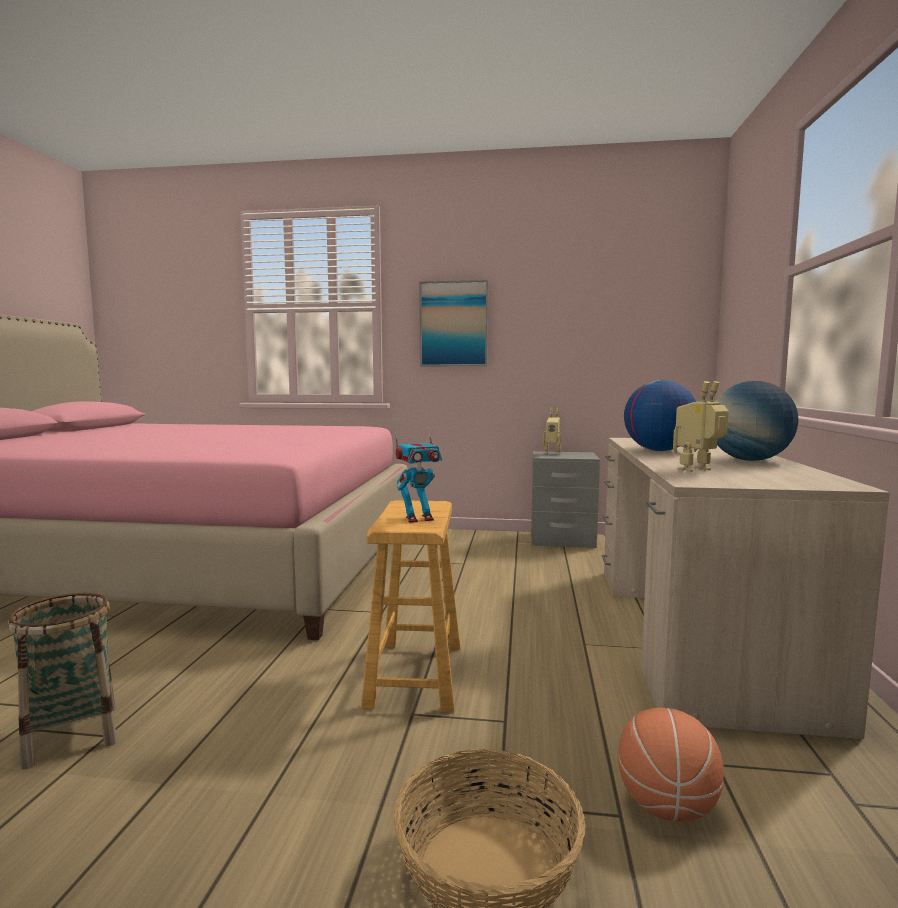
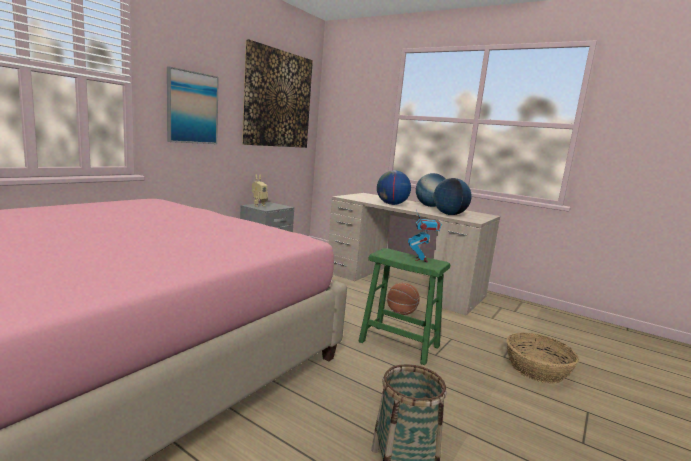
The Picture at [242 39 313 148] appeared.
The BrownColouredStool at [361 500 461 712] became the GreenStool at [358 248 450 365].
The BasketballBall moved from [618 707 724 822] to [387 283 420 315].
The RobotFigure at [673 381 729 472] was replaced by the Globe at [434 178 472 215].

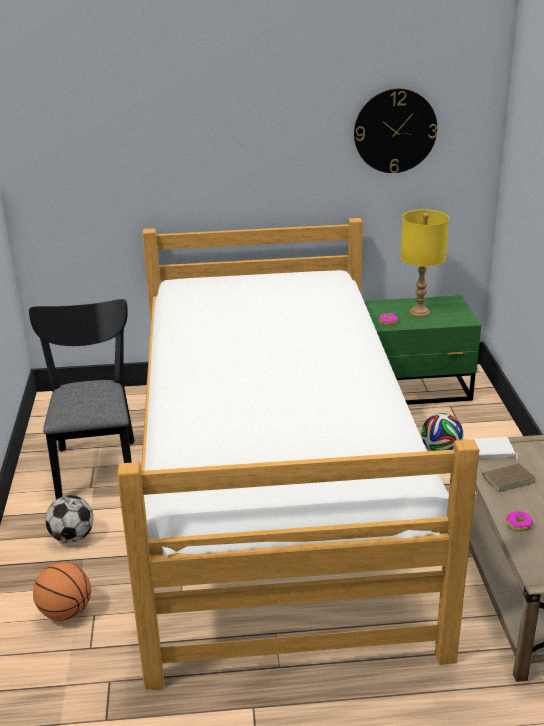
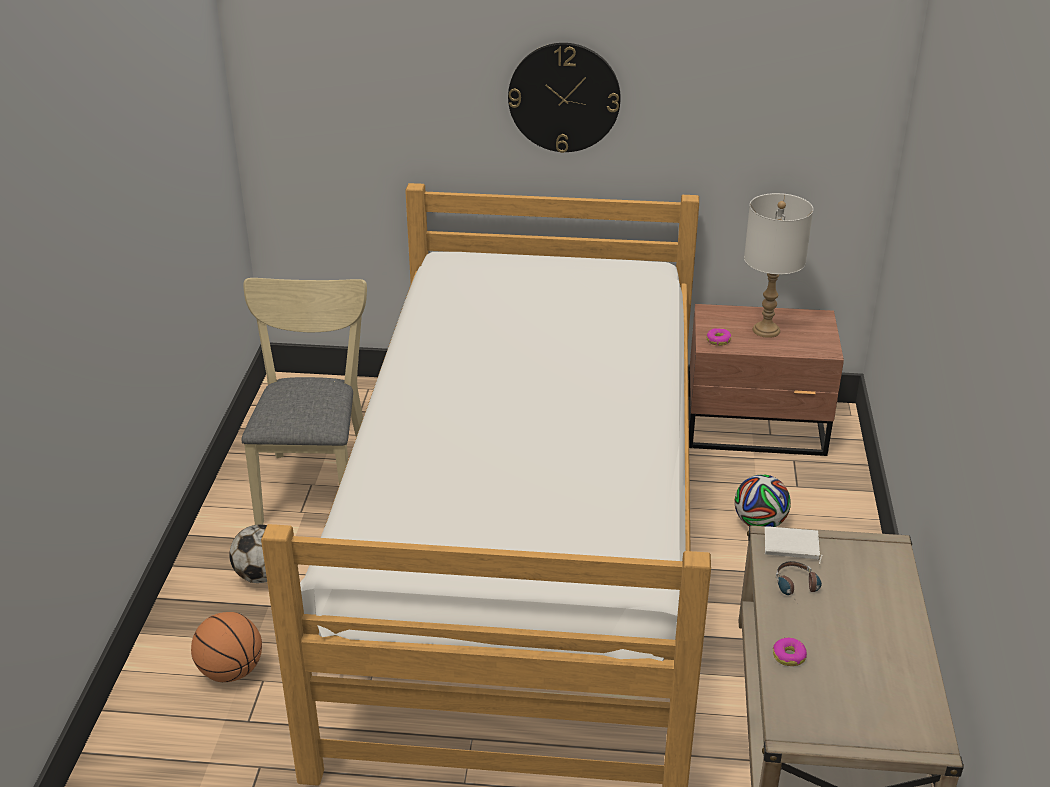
The BlackPlainChair at [29 299 135 500] became the SandColouredPlainChair at [241 278 367 525].
The ClockOnTheWall moved from [354 89 437 173] to [508 43 621 153].
The GreenNightTable at [364 295 481 405] became the BrownColouredNightTable at [688 304 844 456].
The YellowishTabletopLamp at [400 209 449 317] became the WhiteTabletopLamp at [744 193 813 338].
The BrownColouredBoundBook at [480 463 535 492] was replaced by the Headset at [776 561 822 606].

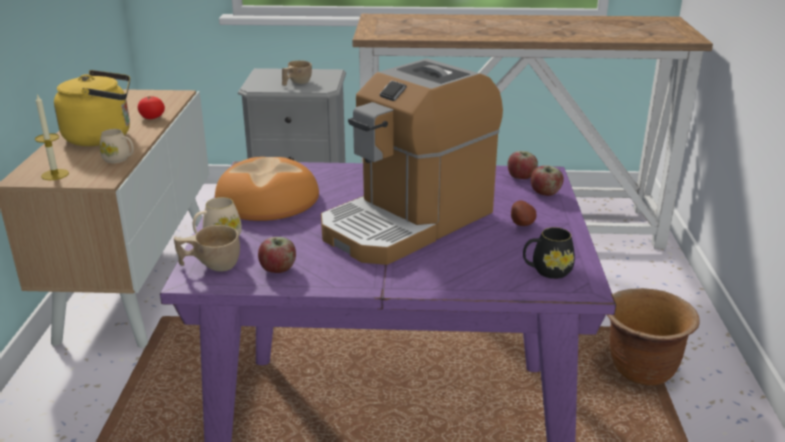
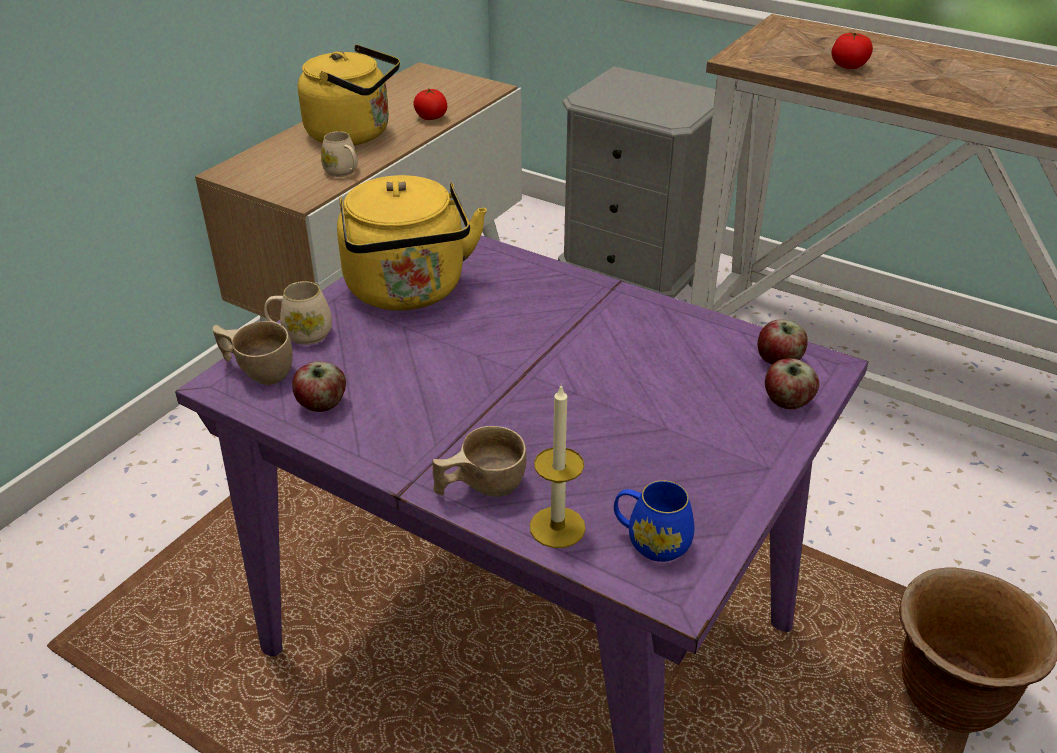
The Bread at [215 157 319 221] was replaced by the YellowishTeaKettle at [337 175 487 311].
The SandColouredSmallCup moved from [282 60 312 86] to [432 426 527 497].
The Candle moved from [35 94 69 180] to [530 386 586 548].
The BlackTeaMug at [523 227 575 279] became the BlueColouredTeaMug at [614 480 694 562].
The FreshTomato at [831 32 873 69] appeared.
The CoffeeMaker at [321 58 503 265] disappeared.
The WholePotato at [511 200 536 226] disappeared.

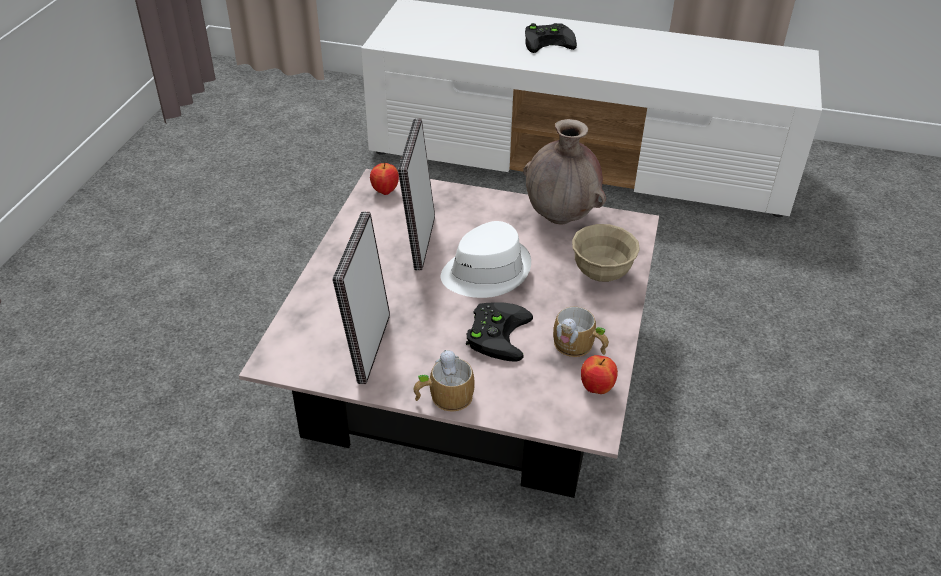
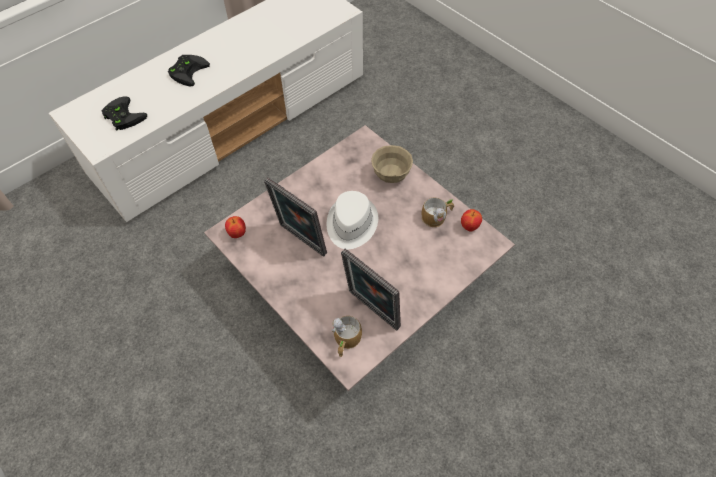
The BlackGameController moved from [466 302 533 361] to [102 97 147 130].
The TeaMug moved from [414 350 475 411] to [332 316 362 357].
The BrownColouredVase at [523 119 606 224] disappeared.

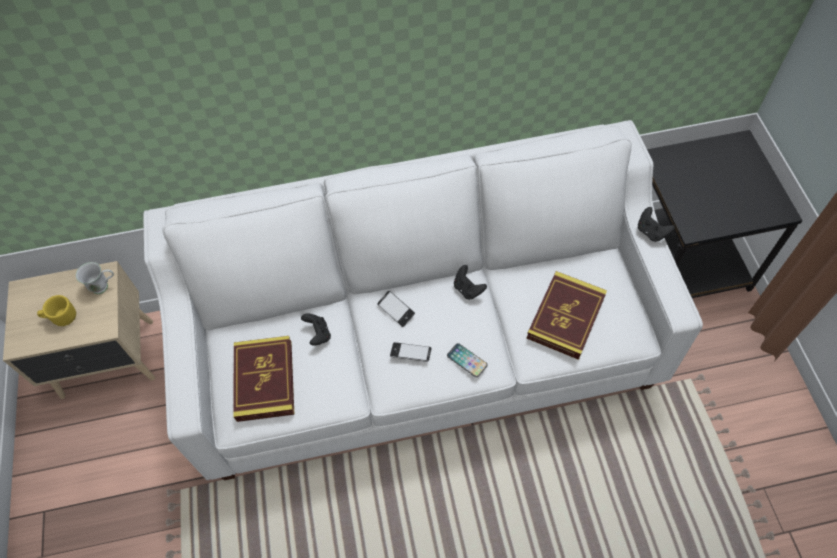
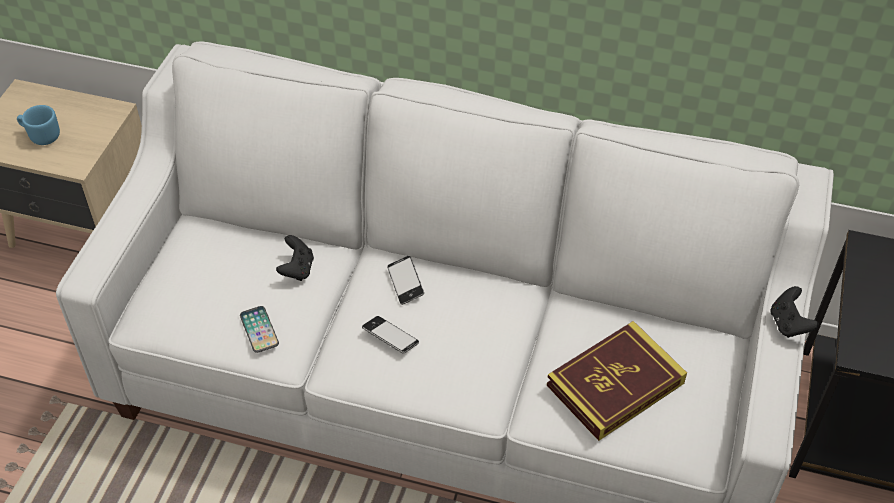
The YellowishTeaMug at [37 295 76 326] became the BlueColouredTeaMug at [17 105 60 145].
The Phone moved from [447 343 488 377] to [240 306 279 353].
The WhiteTeaMug at [76 262 114 294] disappeared.
The BoundBook at [234 336 294 422] disappeared.
The BlackGameController at [454 265 487 300] disappeared.

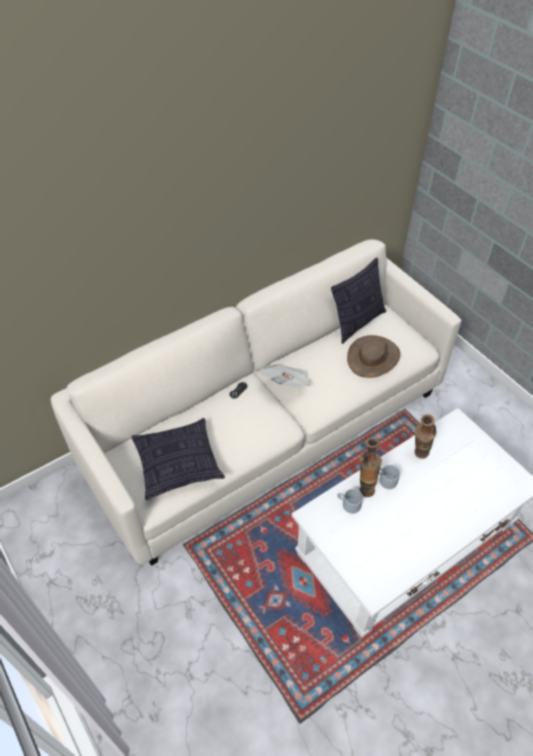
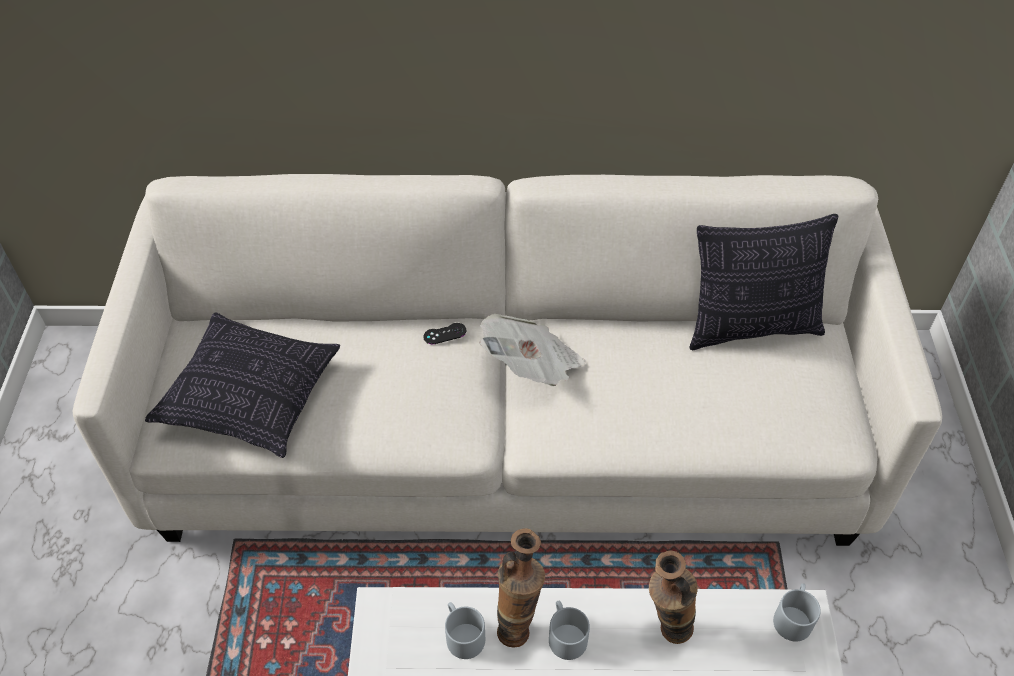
The GreyTeaMug at [773 583 821 642] appeared.
The BrownColouredClothingHat at [347 335 400 378] disappeared.

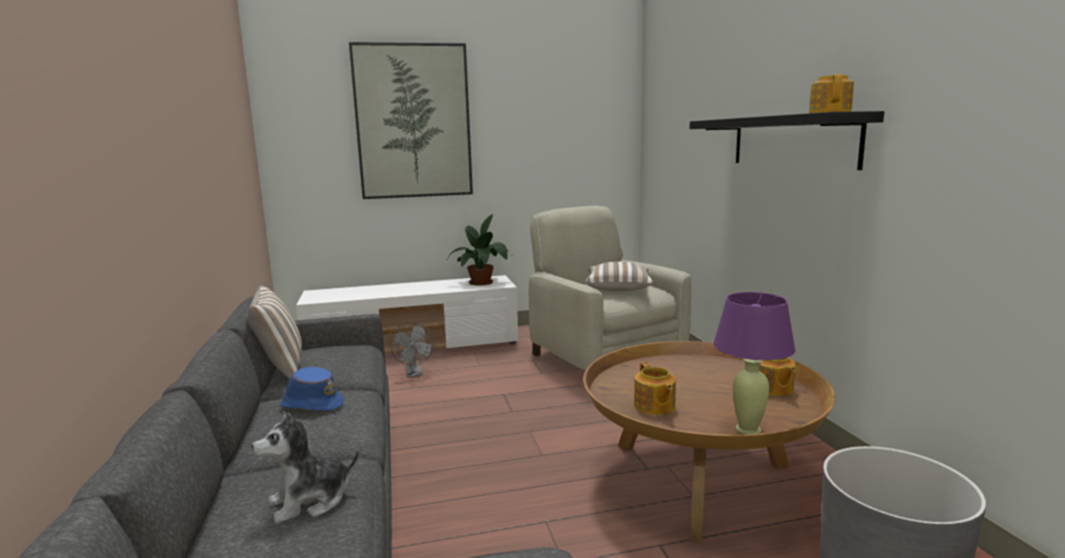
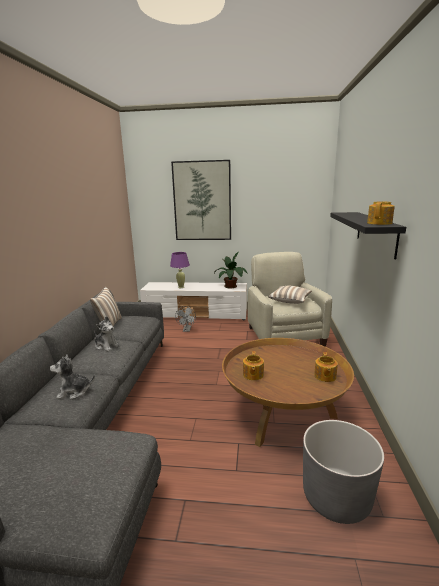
The BlueColouredClothingHat at [279 367 344 411] was replaced by the SoftToy at [94 316 120 352].
The PurplishTabletopLamp moved from [713 292 795 434] to [170 252 190 288].

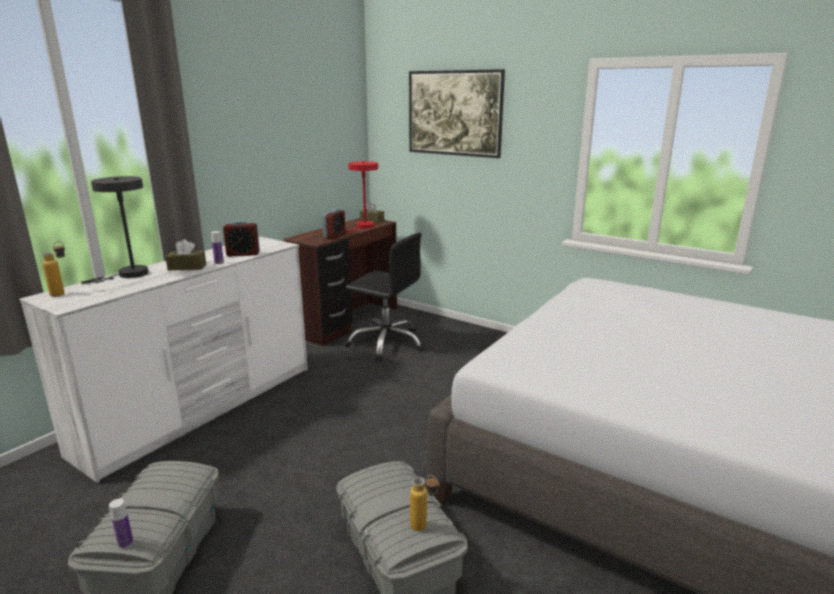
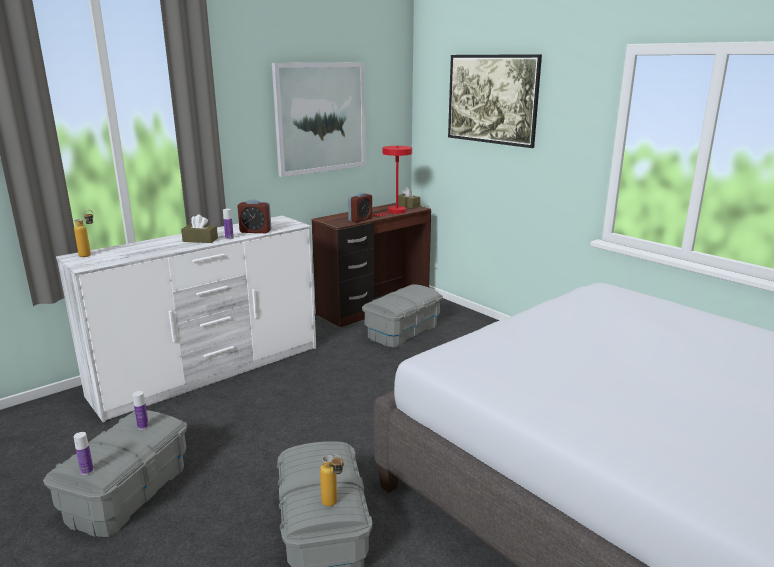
The Bottle at [132 391 149 430] appeared.
The Picture at [272 62 366 177] appeared.
The BlackComputerChair at [345 232 424 361] was replaced by the GreyStorageBox at [362 284 443 347].
The GreyTabletopLamp at [81 176 148 284] disappeared.

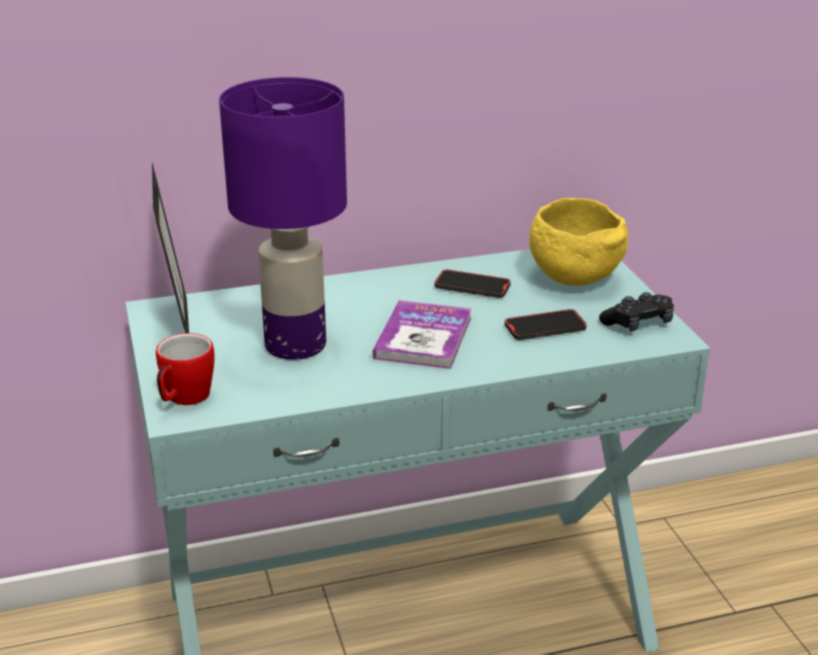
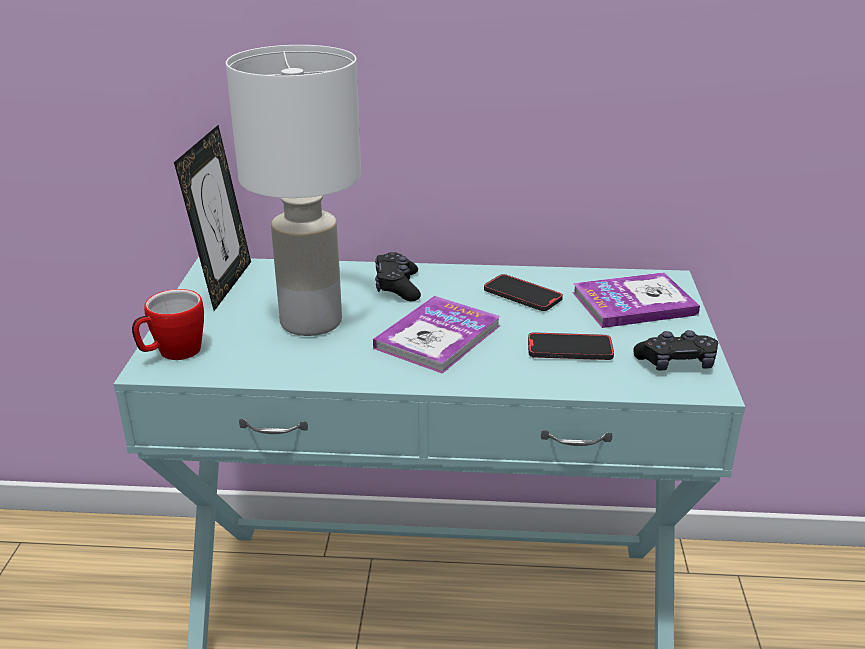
The PurplishTabletopLamp at [219 77 347 360] became the WhiteTabletopLamp at [226 45 361 336].
The BlackGameController at [375 252 421 301] appeared.
The YellowishServingBowl at [529 198 628 286] was replaced by the BoundBook at [572 272 700 328].

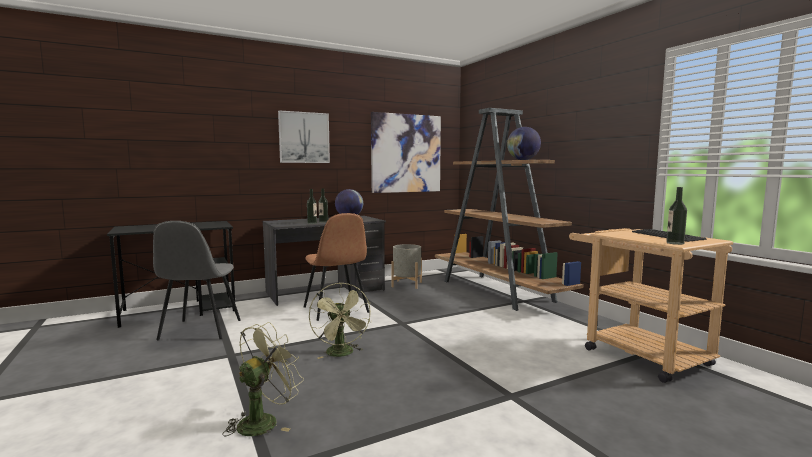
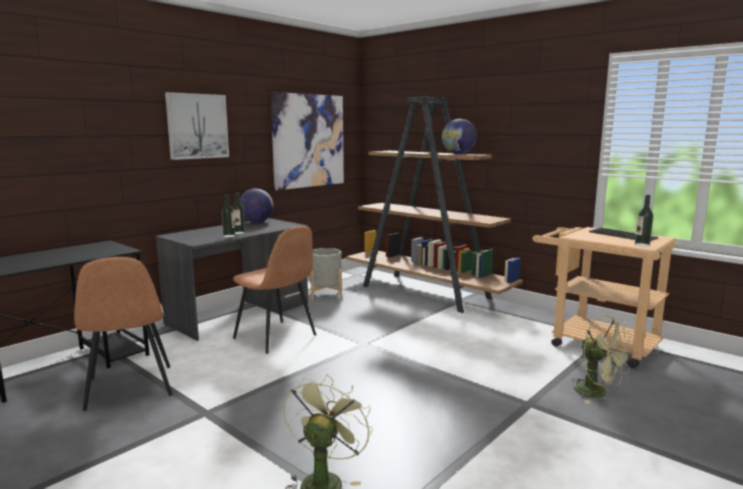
The GreyPlainChair at [153 221 241 340] became the BrownColouredPlainChair at [74 257 172 411].
The GreenCoolingFan moved from [309 283 371 359] to [572 315 633 404].

